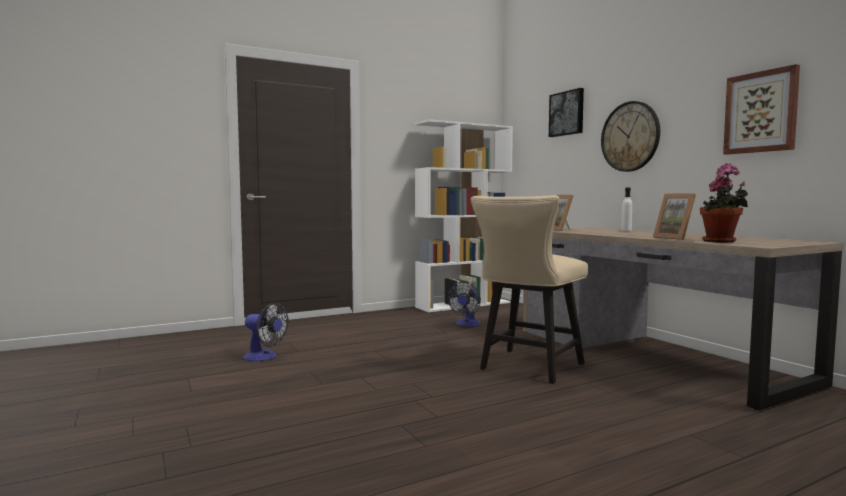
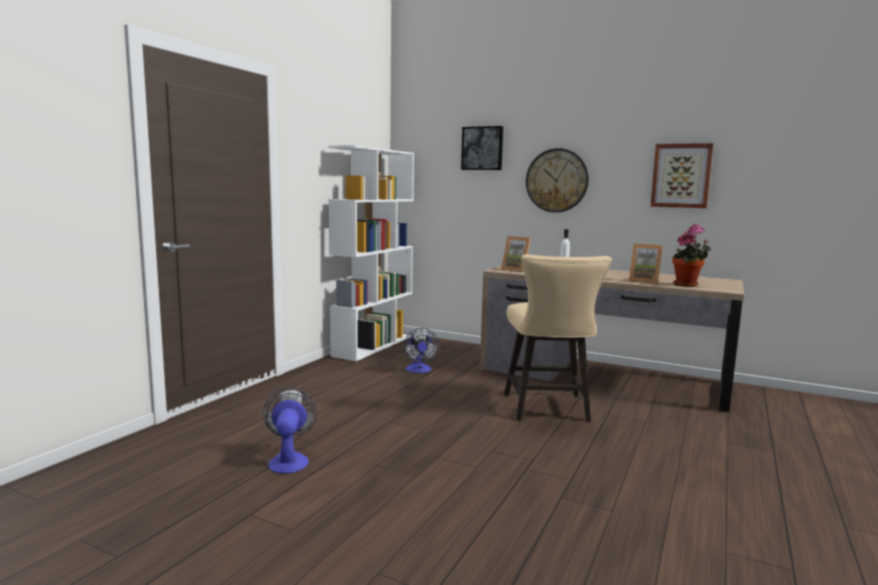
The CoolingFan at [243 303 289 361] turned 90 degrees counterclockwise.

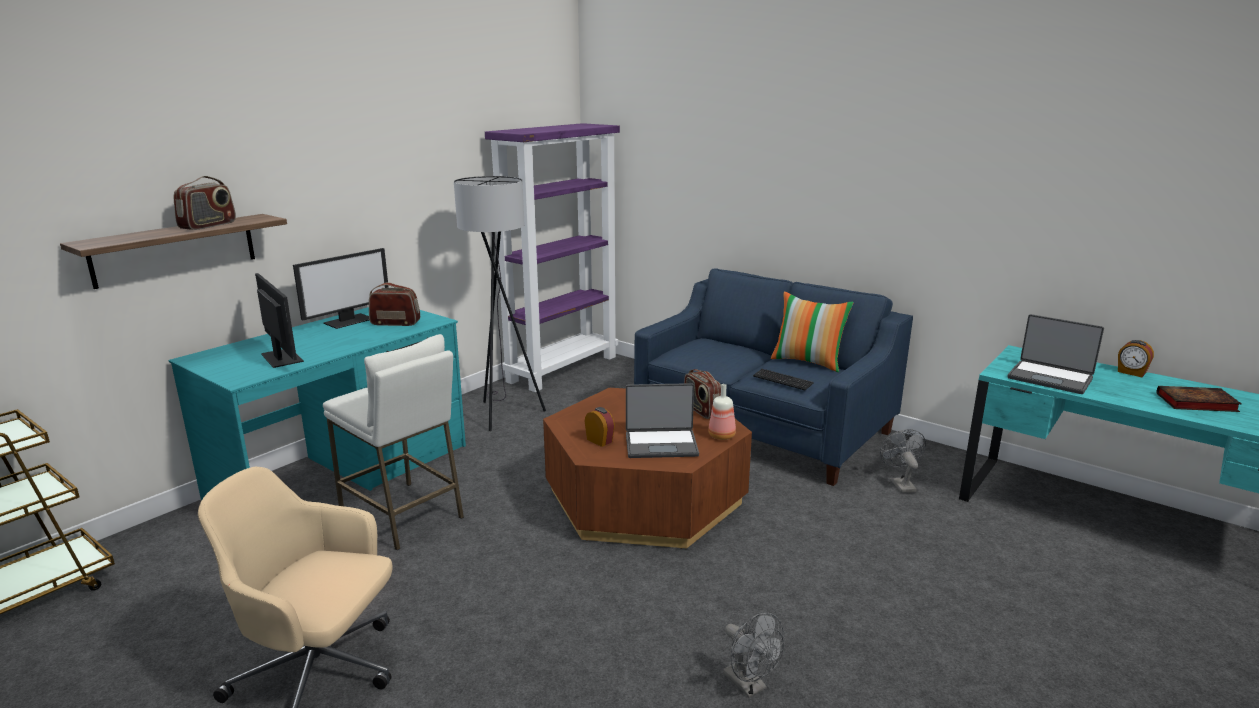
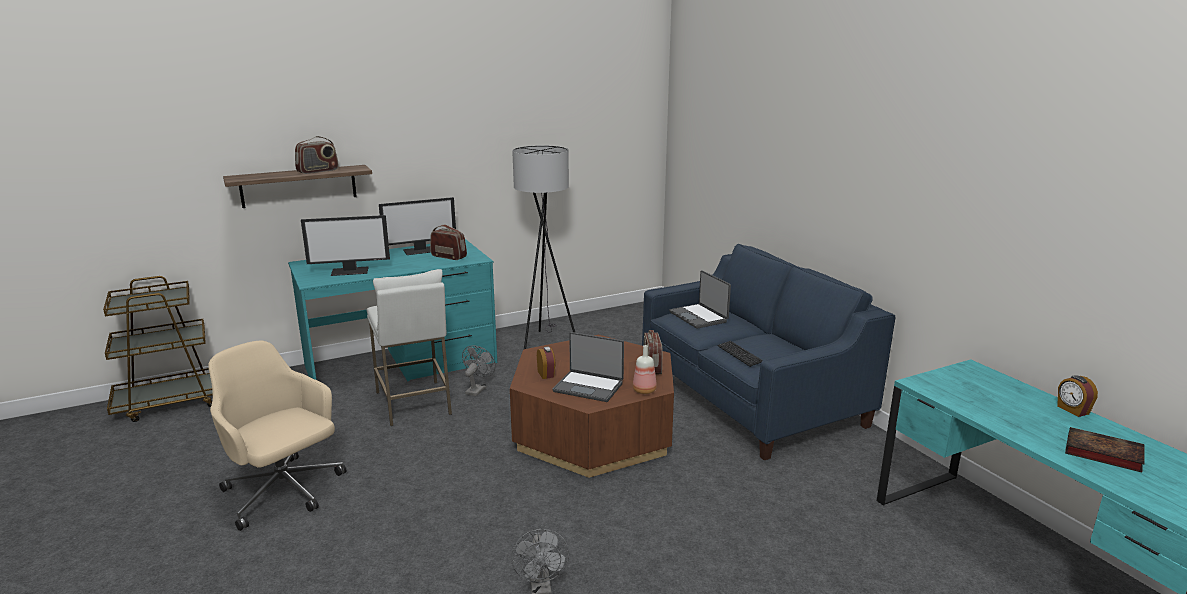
The ComputerScreen at [255 273 304 368] turned 90 degrees clockwise.
The GreyCoolingFan moved from [880 429 926 493] to [462 345 496 396].
The Laptop moved from [1007 314 1104 394] to [669 270 731 329].
The PurplishShelvingUnit at [485 123 620 392] disappeared.
The ThrowPillow at [771 292 854 372] disappeared.

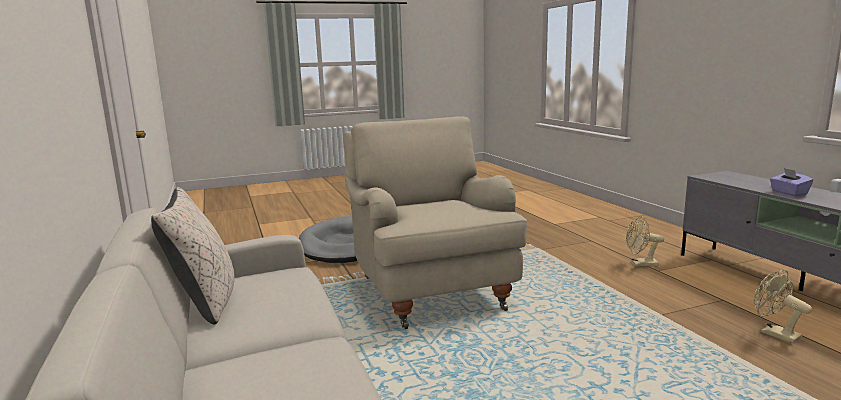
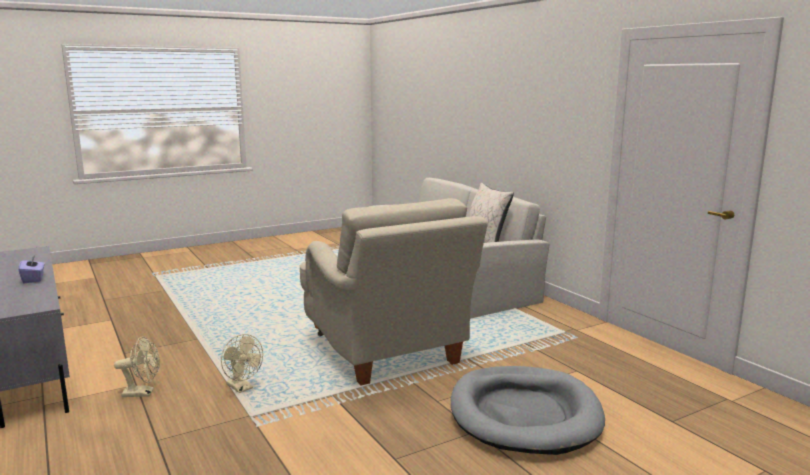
The SandColouredCoolingFan moved from [754 270 812 344] to [221 334 263 393].

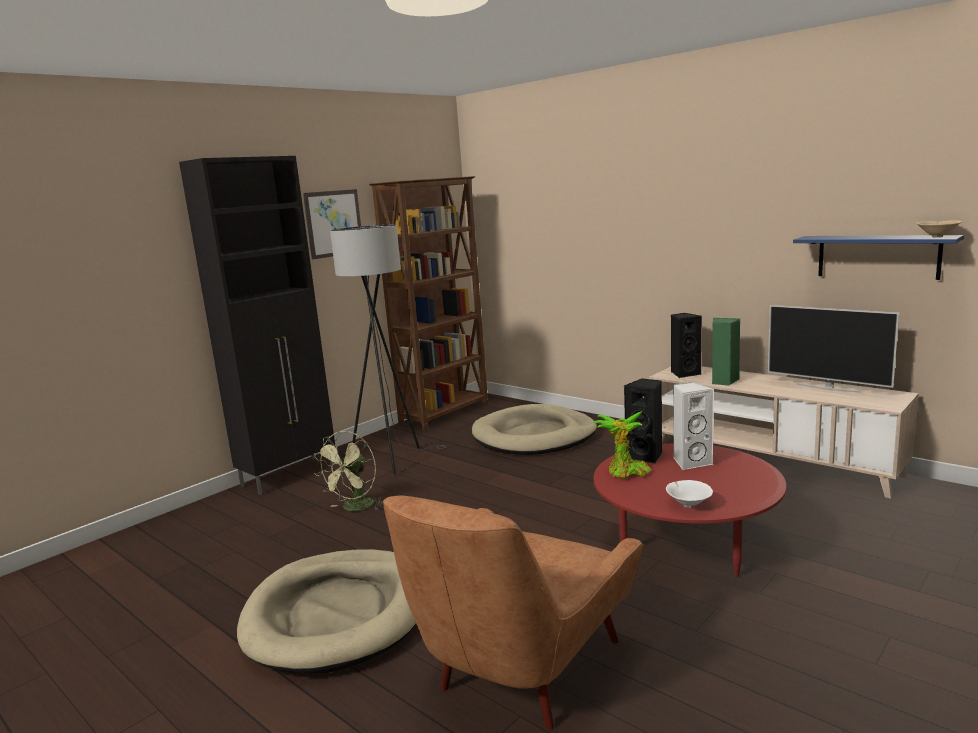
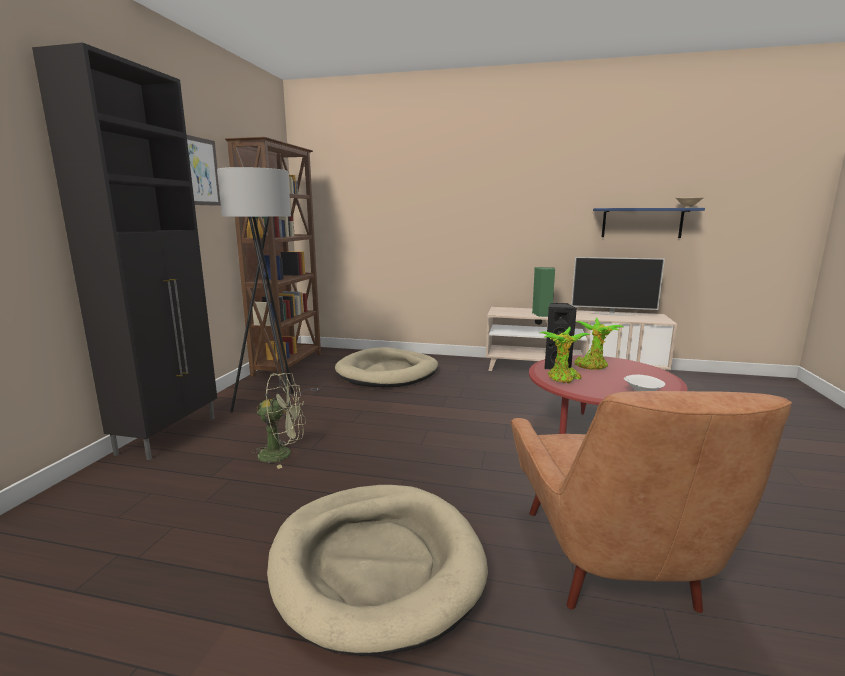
The GreenCoolingFan at [314 431 383 511] turned 90 degrees counterclockwise.
The WhiteSpeaker at [673 382 714 470] was replaced by the PottedPlant at [574 318 623 370].
The BlackSpeaker at [671 313 702 378] disappeared.

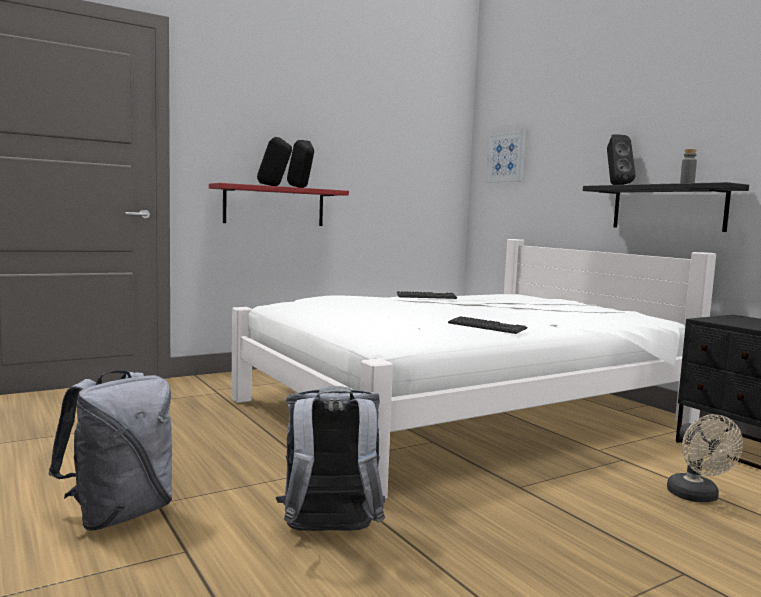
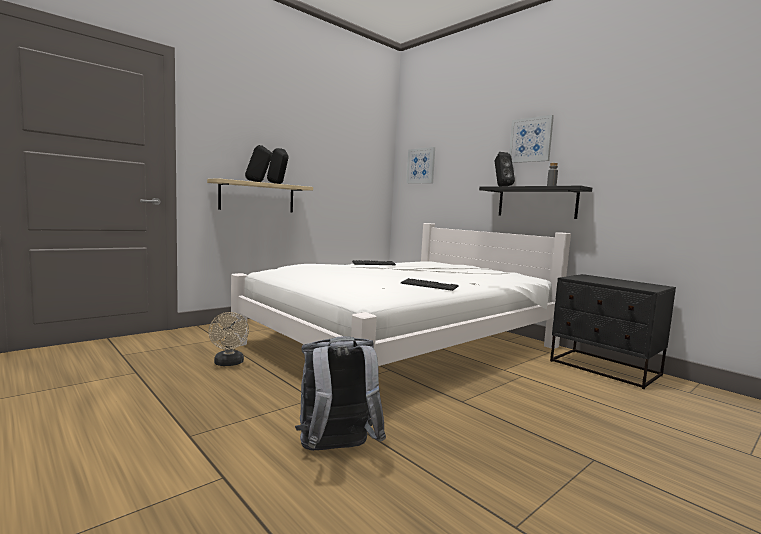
The RedColouredBracketShelf at [209 183 349 226] became the SandColouredBracketShelf at [207 178 313 213].
The SandColouredCoolingFan moved from [667 414 743 502] to [208 312 249 366].
The Picture at [509 115 554 163] appeared.
The GreyKnapsack at [49 370 172 531] disappeared.

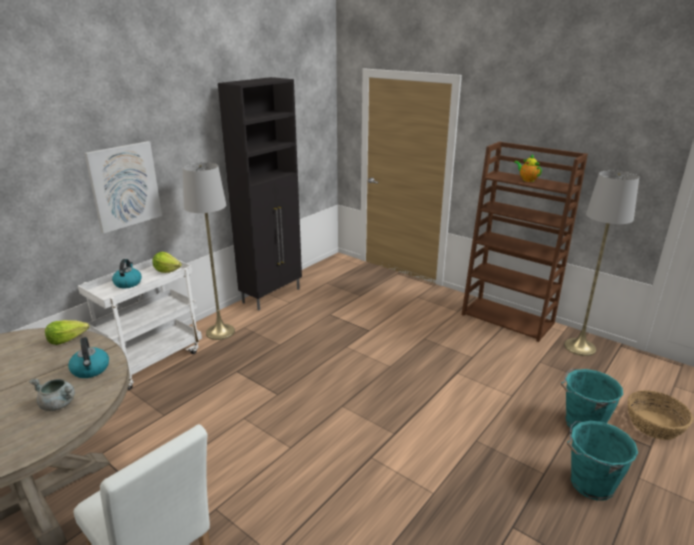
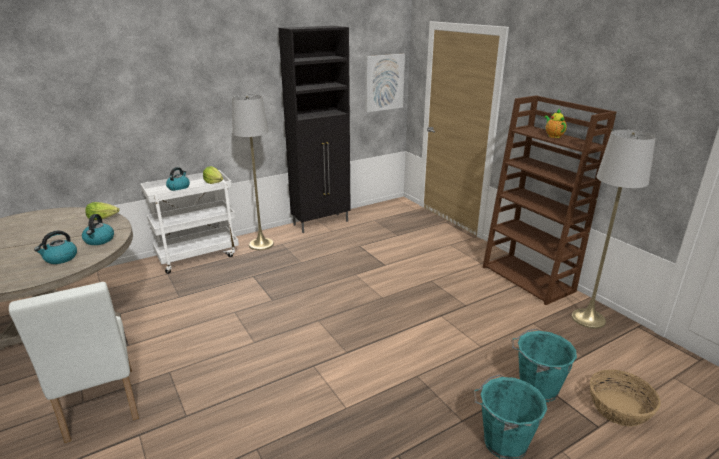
The GreyCookingPot at [29 378 75 411] was replaced by the TeaKettle at [34 231 77 264].
The Picture moved from [84 141 162 233] to [365 54 405 112].

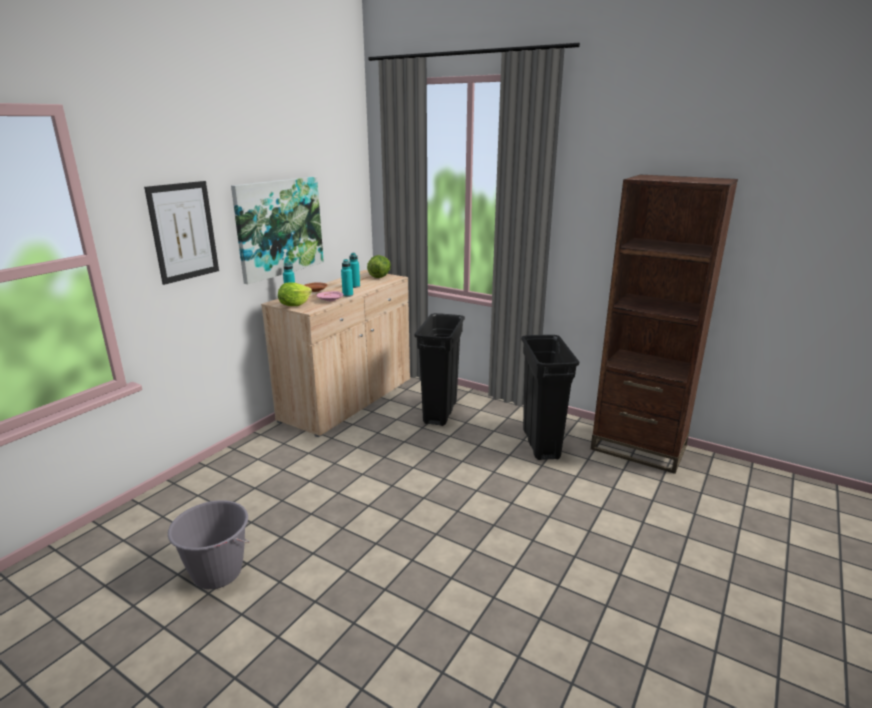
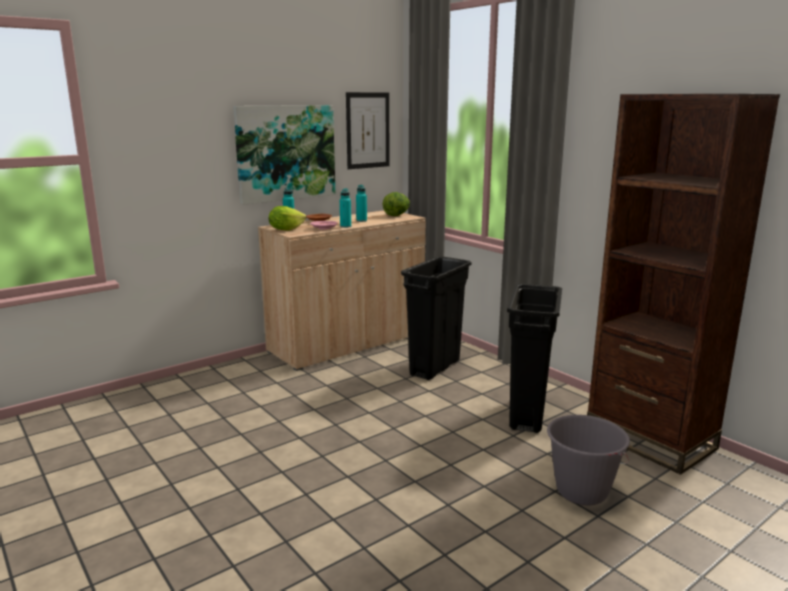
The Picture moved from [144 181 219 285] to [346 92 389 169].
The GreyWaterBucket moved from [168 500 250 589] to [547 415 630 505].

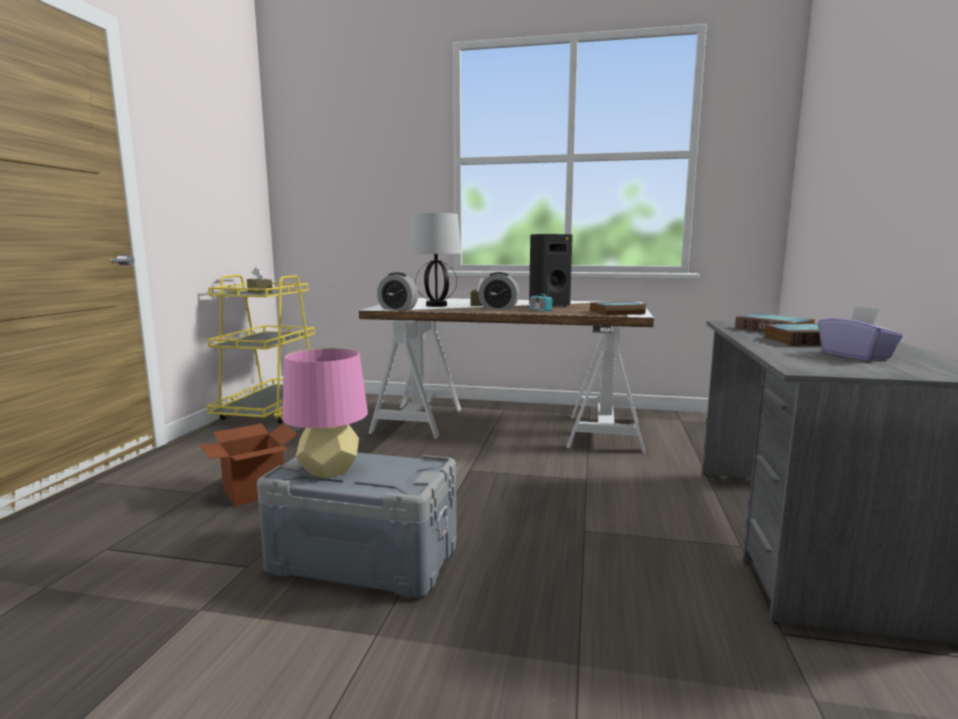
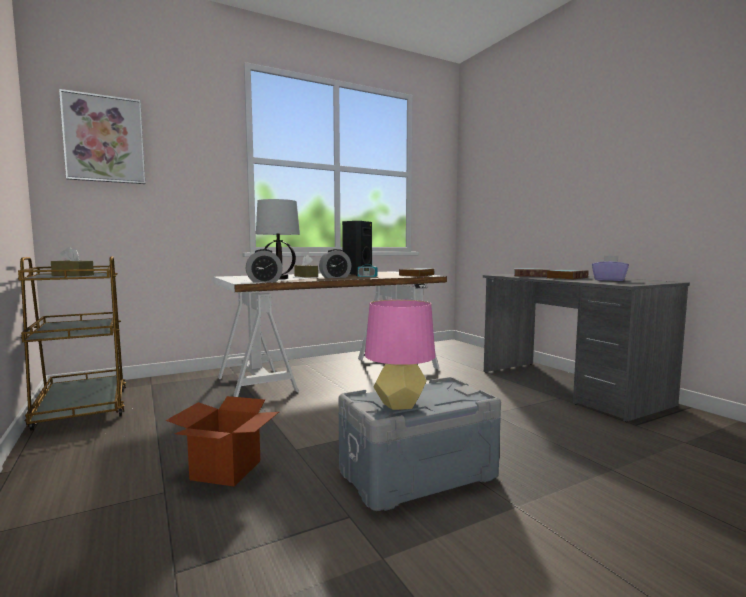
The YellowishTrolley at [207 275 315 424] became the BrownColouredTrolley at [18 256 126 431].
The Picture at [59 89 145 184] appeared.

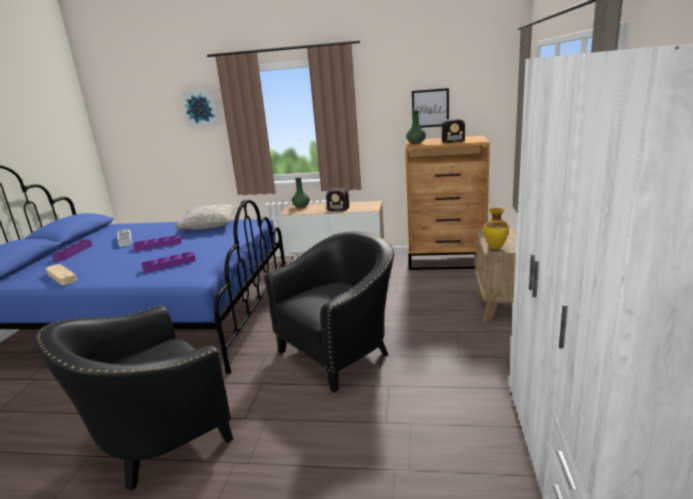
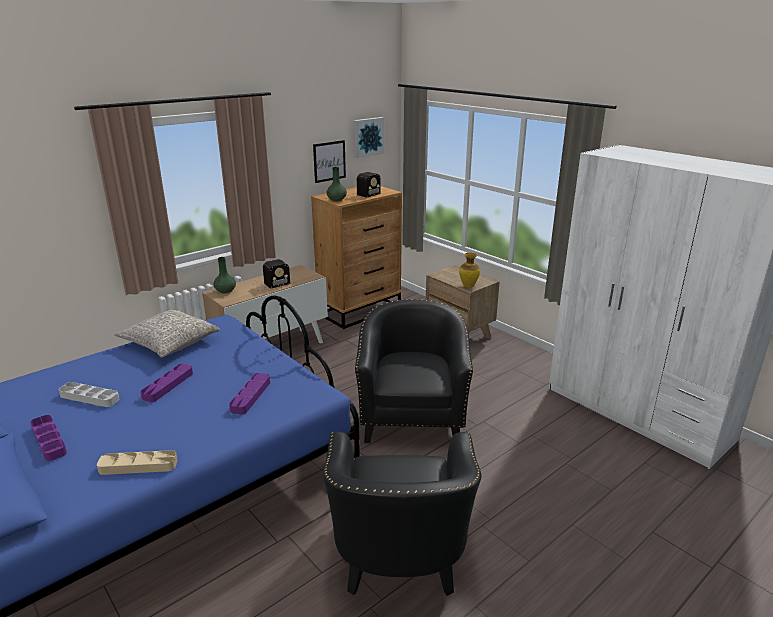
The Picture moved from [181 89 220 127] to [353 117 384 158].

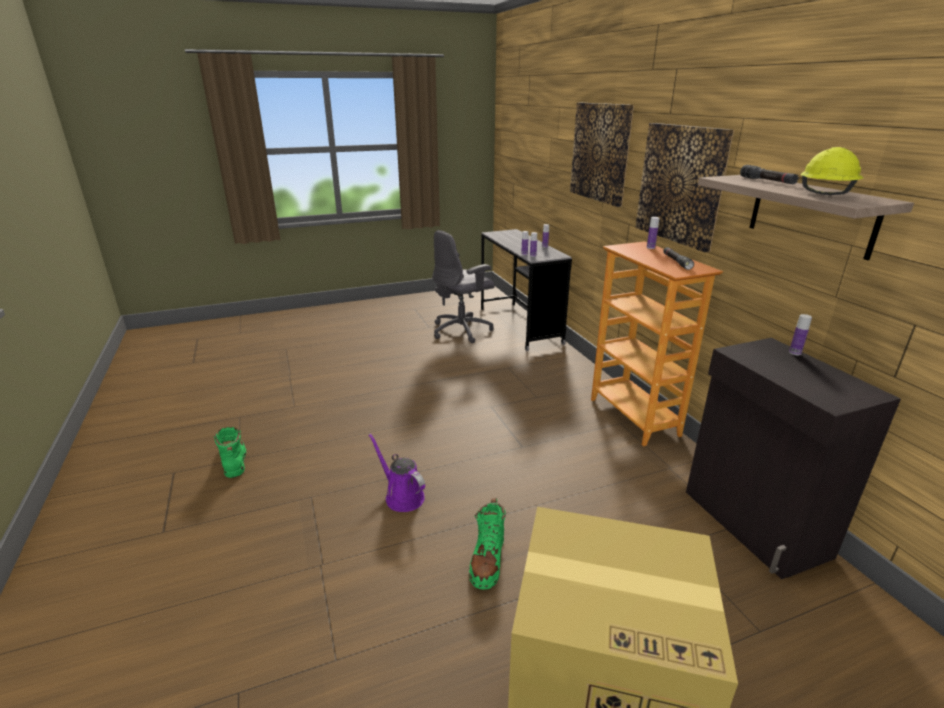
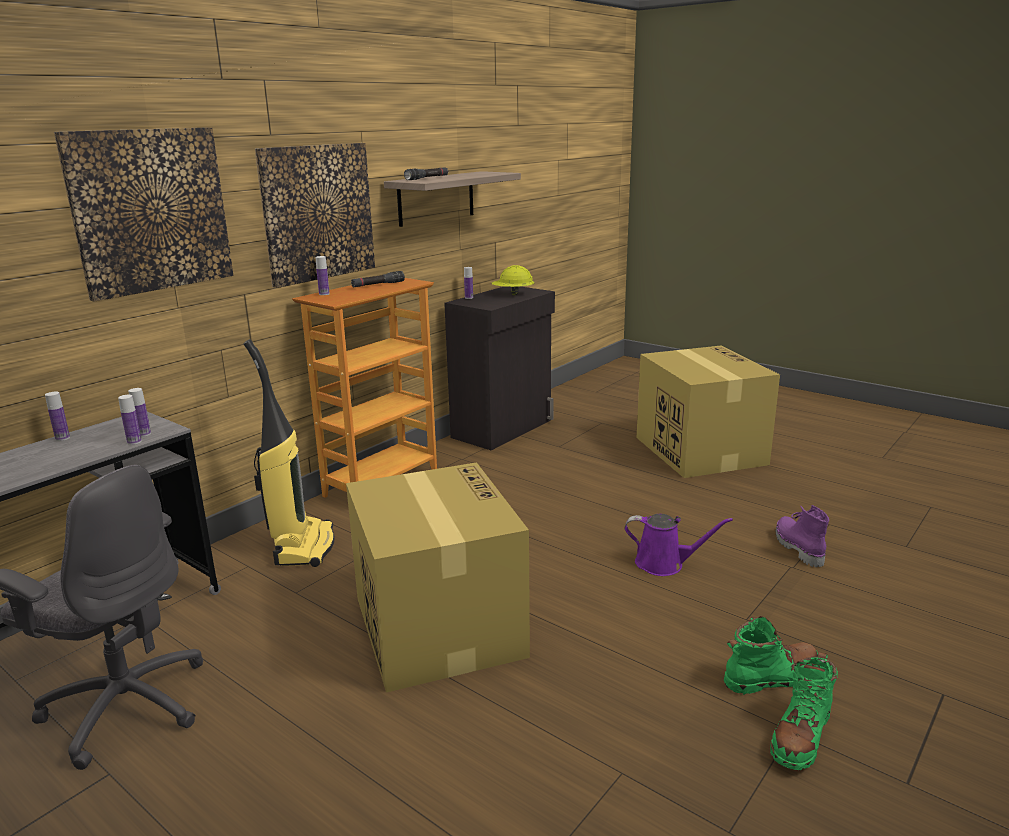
The Vacuum at [244 339 335 567] appeared.
The Carton at [346 462 530 693] appeared.
The YellowishHardHat moved from [801 147 863 195] to [492 265 534 295].
The PurplishWateringCan at [368 433 425 512] turned 90 degrees counterclockwise.
The GreenHighTopBoot moved from [469 498 506 590] to [724 616 818 695].
The PurplishHighTopBoot at [776 505 829 567] appeared.

